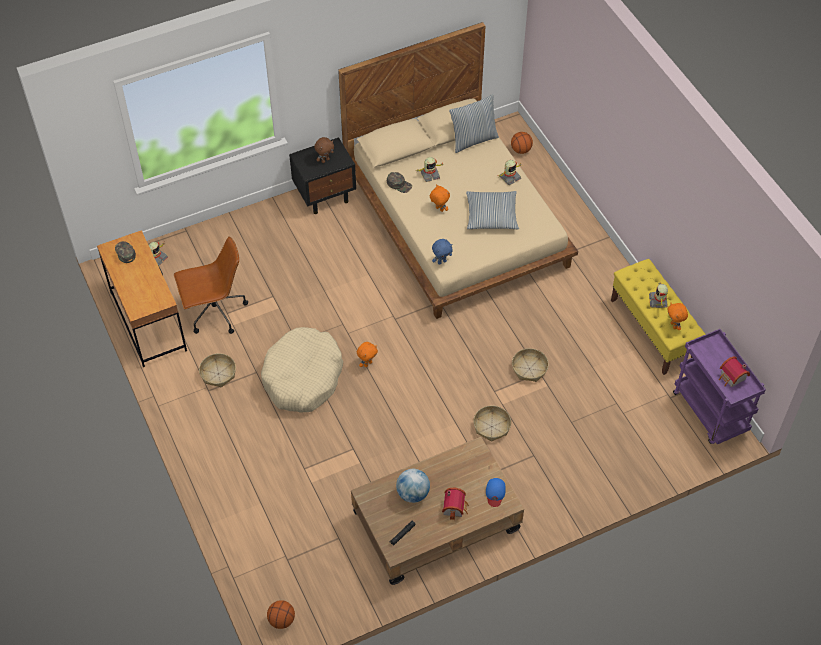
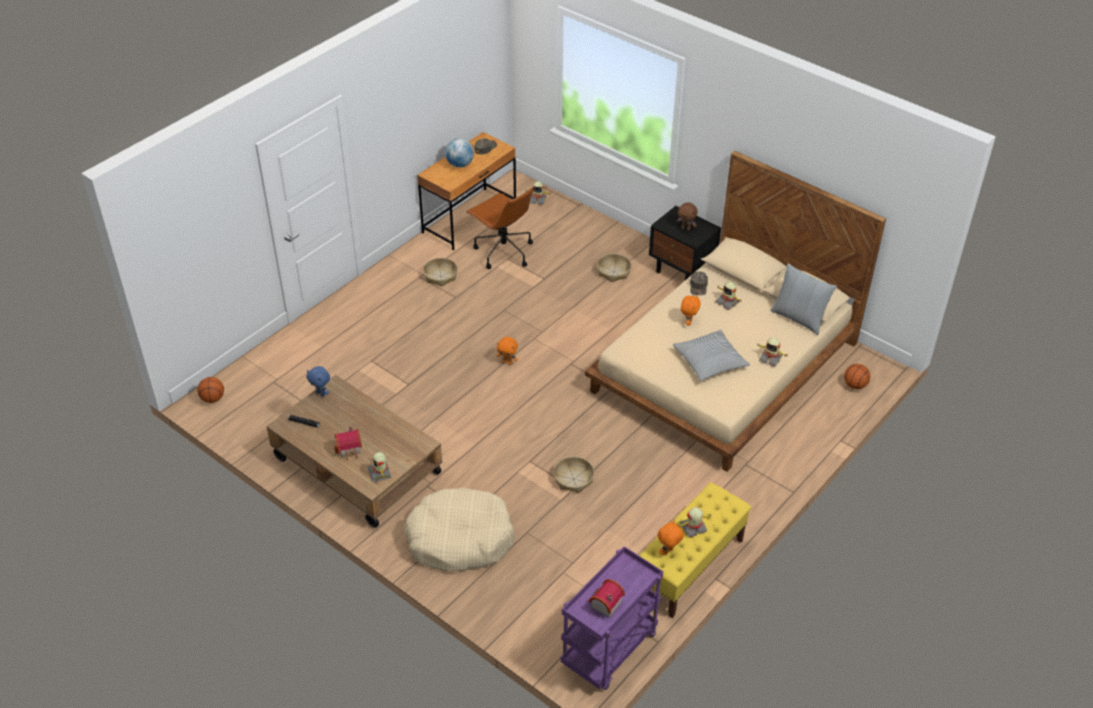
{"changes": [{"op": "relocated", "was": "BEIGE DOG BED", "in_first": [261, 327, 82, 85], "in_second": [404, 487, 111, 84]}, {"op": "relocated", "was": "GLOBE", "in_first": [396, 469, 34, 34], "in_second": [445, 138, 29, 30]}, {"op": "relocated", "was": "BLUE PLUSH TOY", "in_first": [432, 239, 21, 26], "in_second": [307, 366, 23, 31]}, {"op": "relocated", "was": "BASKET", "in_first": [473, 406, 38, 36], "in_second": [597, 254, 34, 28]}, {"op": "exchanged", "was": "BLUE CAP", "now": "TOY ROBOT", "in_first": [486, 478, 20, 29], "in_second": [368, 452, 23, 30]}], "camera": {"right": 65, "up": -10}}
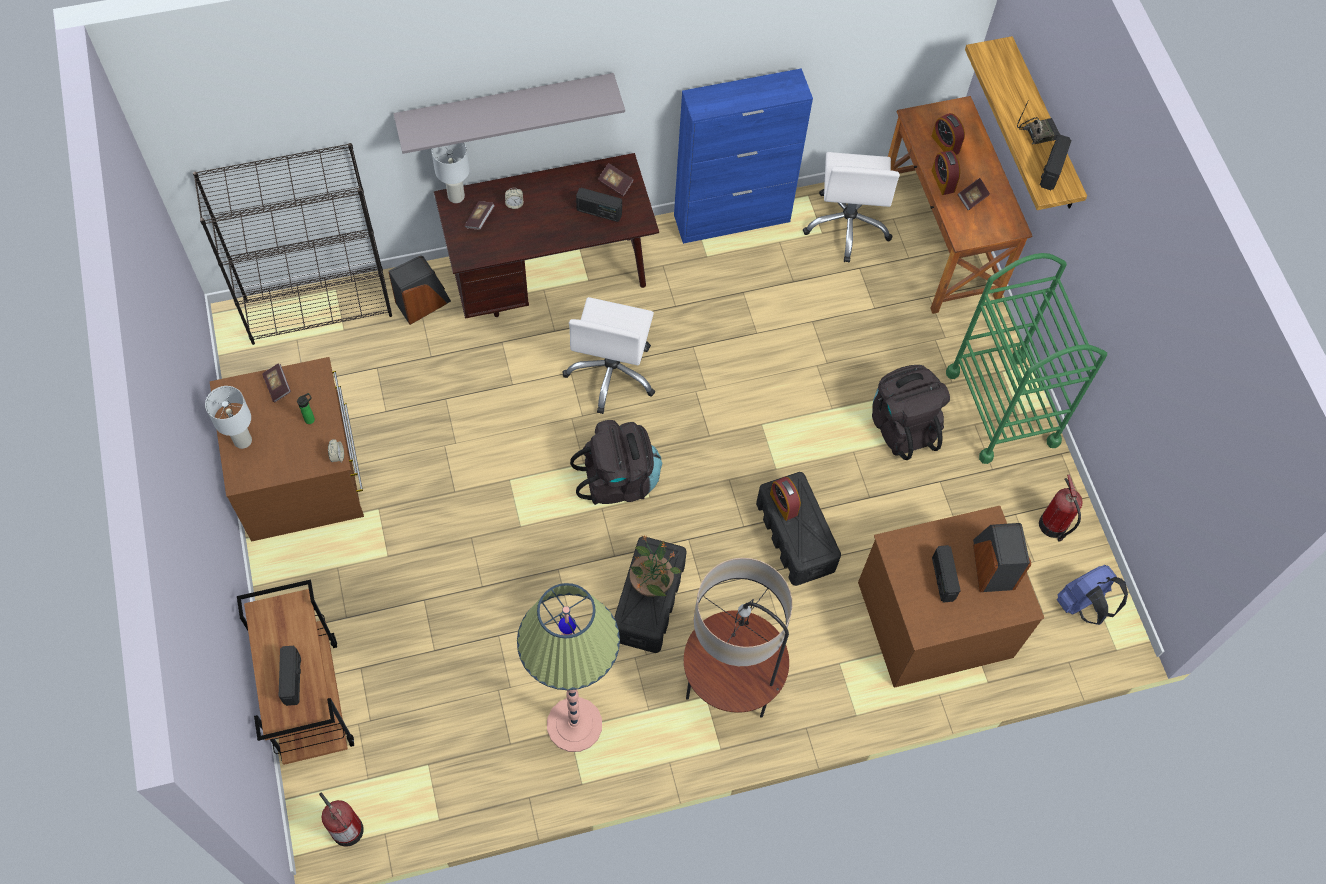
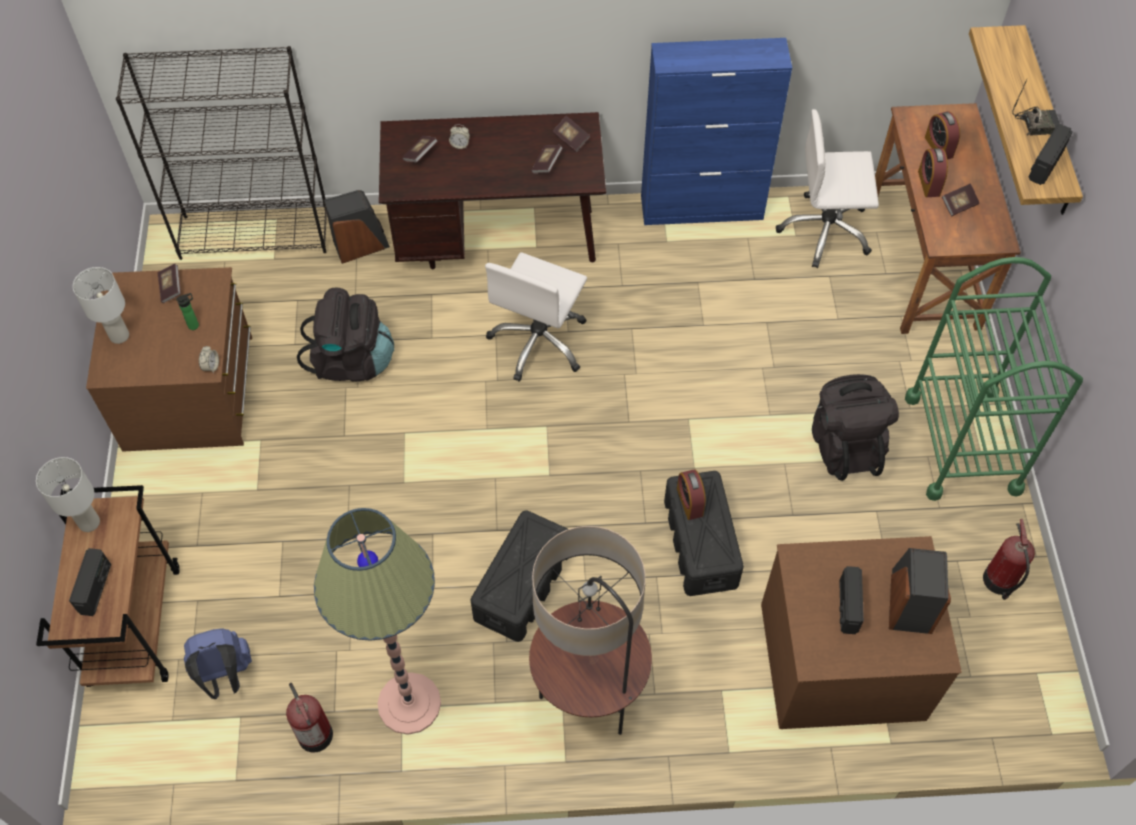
{"changes": [{"op": "missing", "was": "GREY SHELF", "in_first": [393, 73, 232, 81]}, {"op": "missing", "was": "POTTED PLANT", "in_first": [630, 535, 51, 62]}, {"op": "relocated", "was": "FIRE EXTINGUISHER", "in_first": [319, 793, 45, 54], "in_second": [286, 683, 47, 70]}, {"op": "relocated", "was": "WHITE TABLE LAMP", "in_first": [432, 142, 38, 61], "in_second": [36, 457, 64, 75]}, {"op": "relocated", "was": "BLACK BACKPACK", "in_first": [570, 420, 92, 85], "in_second": [297, 288, 97, 94]}, {"op": "relocated", "was": "BLUE BACKPACK", "in_first": [1056, 565, 72, 60], "in_second": [184, 628, 68, 71]}, {"op": "exchanged", "was": "RADIO", "now": "BOOK", "in_first": [576, 188, 46, 34], "in_second": [531, 145, 32, 28]}, {"op": "spun", "was": "WHITE OFFICE CHAIR", "in_first": [803, 152, 97, 111], "in_second": [776, 109, 103, 159], "clockwise": 75}], "camera": {"right": 15, "up": -5}}
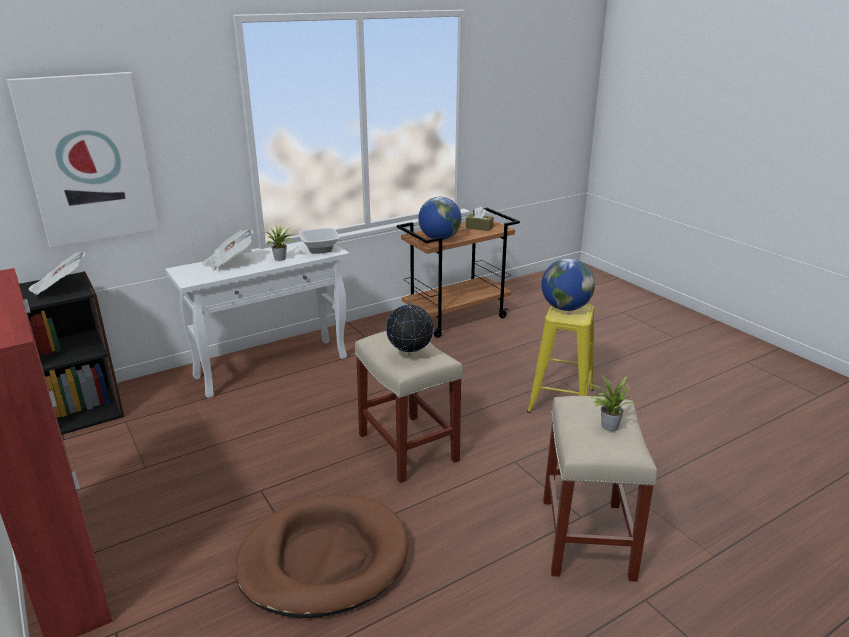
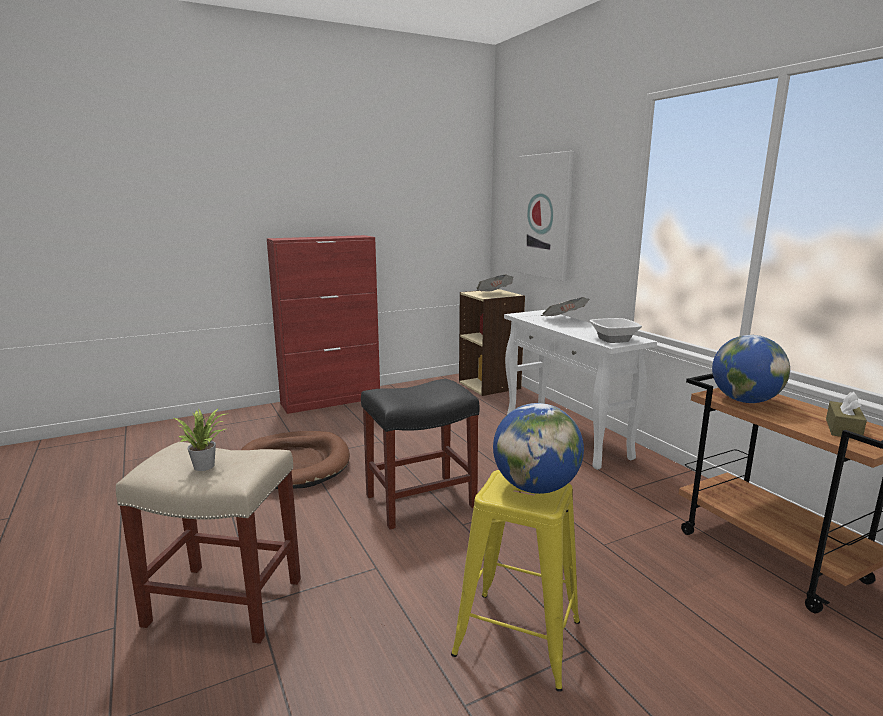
{"changes": [{"op": "missing", "was": "POTTED PLANT", "in_first": [262, 225, 31, 36]}, {"op": "missing", "was": "GLOBE", "in_first": [386, 301, 48, 55]}, {"op": "colour", "was": "BLACK BOOKCASE", "now": "BEIGE BOOKCASE", "in_first": [19, 271, 105, 164], "in_second": [459, 289, 66, 107]}, {"op": "colour", "was": "BEIGE STOOL", "now": "BLACK STOOL", "in_first": [355, 331, 108, 152], "in_second": [361, 379, 118, 150]}], "camera": {"right": 95, "up": -10}}
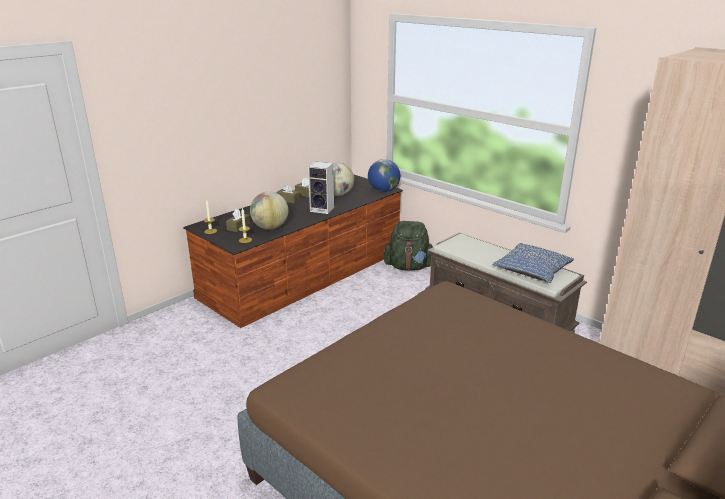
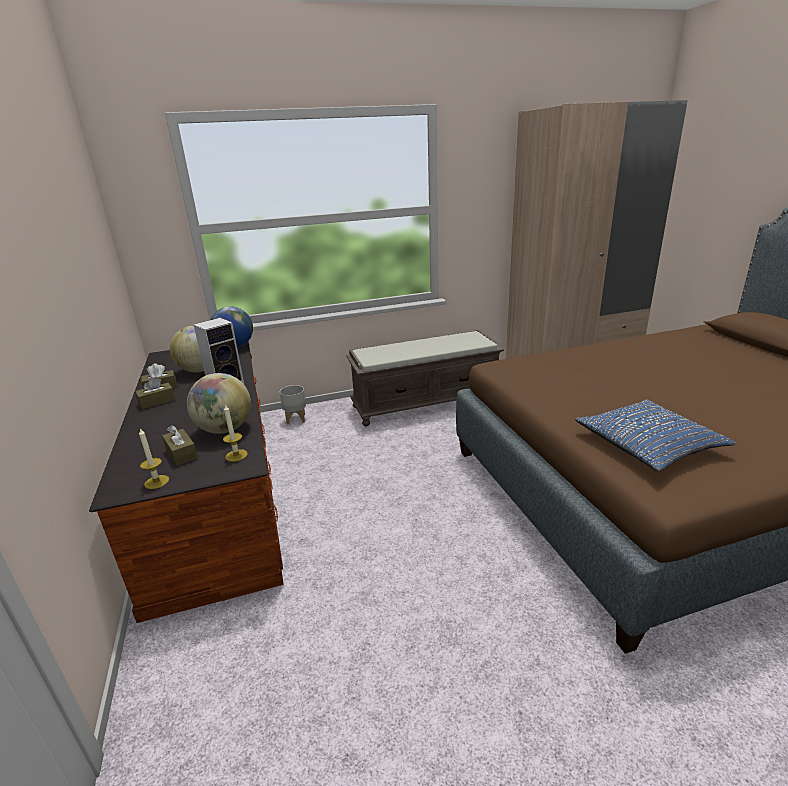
{"changes": [{"op": "relocated", "was": "BLUE PILLOW", "in_first": [493, 243, 81, 40], "in_second": [575, 399, 161, 72]}, {"op": "exchanged", "was": "GREEN BACKPACK", "now": "GREY PLANTER", "in_first": [384, 221, 49, 50], "in_second": [280, 385, 26, 39]}], "camera": {"right": -60, "up": 0}}
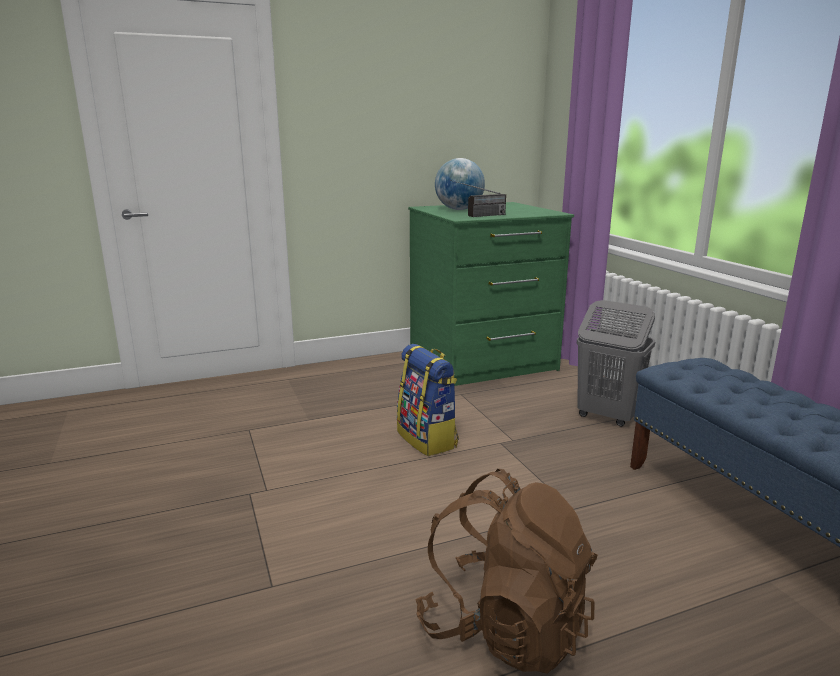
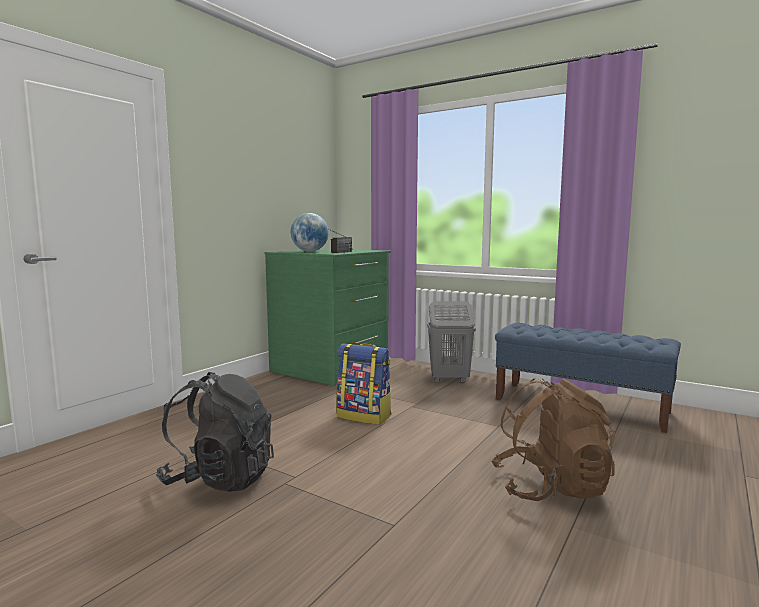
{"changes": [{"op": "appeared", "now": "BLACK BACKPACK", "in_second": [156, 372, 118, 120]}], "camera": {"right": -35, "up": -10}}
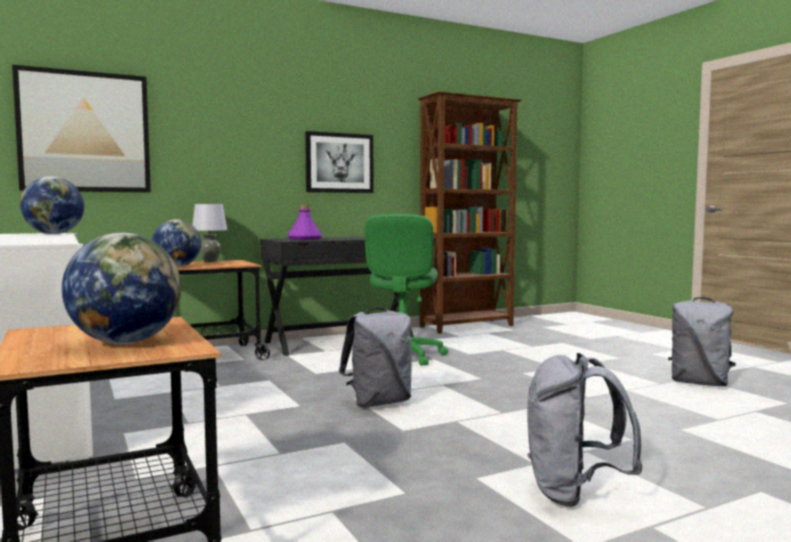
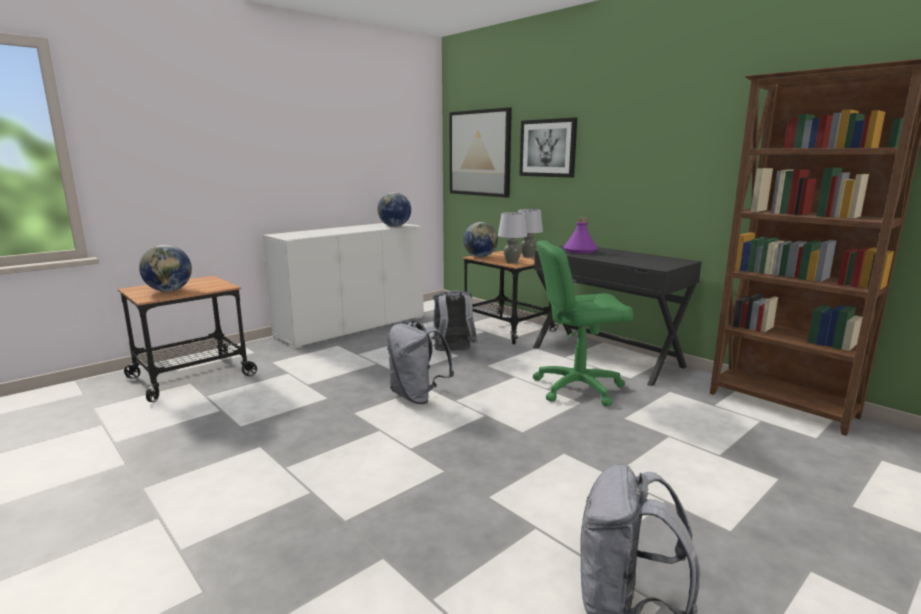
{"changes": [{"op": "appeared", "now": "GREY TABLE LAMP", "in_second": [498, 212, 30, 52]}, {"op": "relocated", "was": "PICTURE", "in_first": [305, 131, 69, 62], "in_second": [519, 118, 58, 60]}, {"op": "relocated", "was": "GREY BACKPACK", "in_first": [527, 353, 116, 154], "in_second": [431, 290, 46, 61]}], "camera": {"right": 75, "up": 10}}
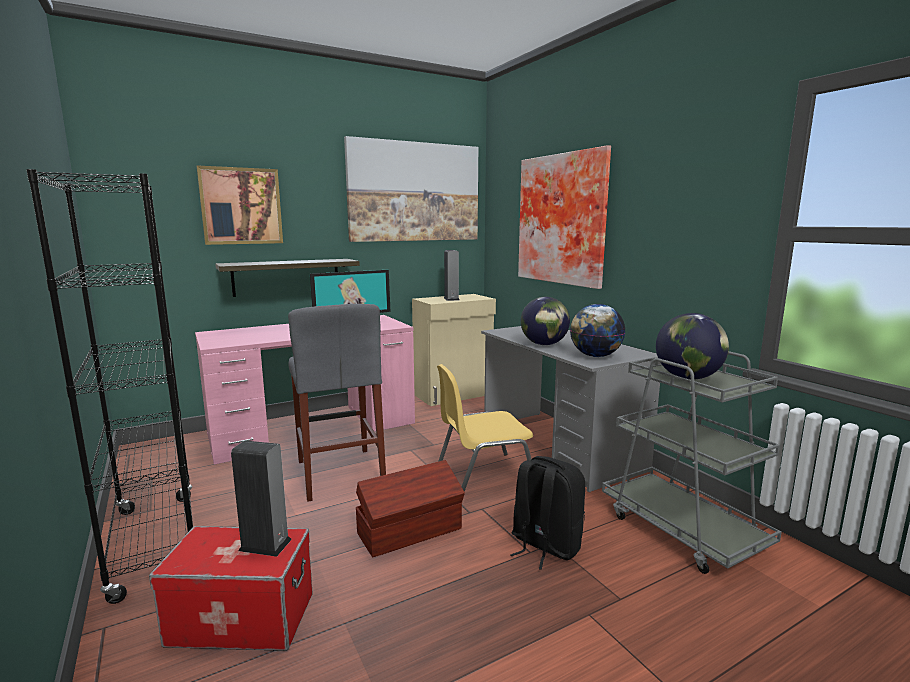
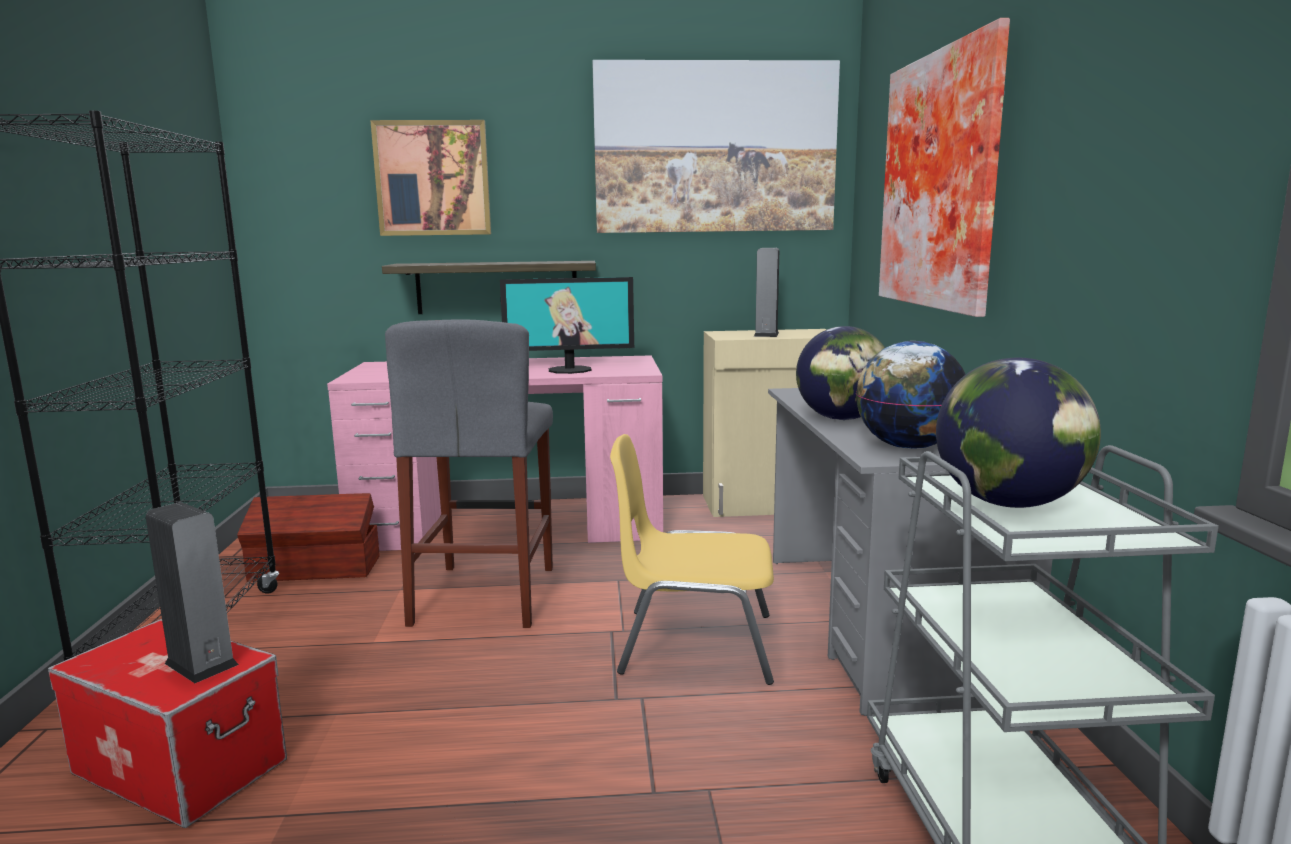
{"changes": [{"op": "missing", "was": "BLACK BACKPACK", "in_first": [510, 456, 75, 114]}, {"op": "relocated", "was": "BROWN STORAGE BOX", "in_first": [355, 460, 110, 97], "in_second": [237, 493, 143, 89]}], "camera": {"right": 25, "up": 0}}
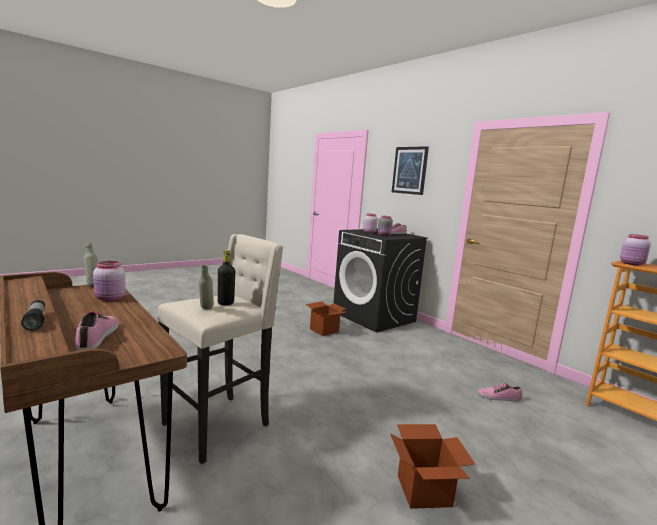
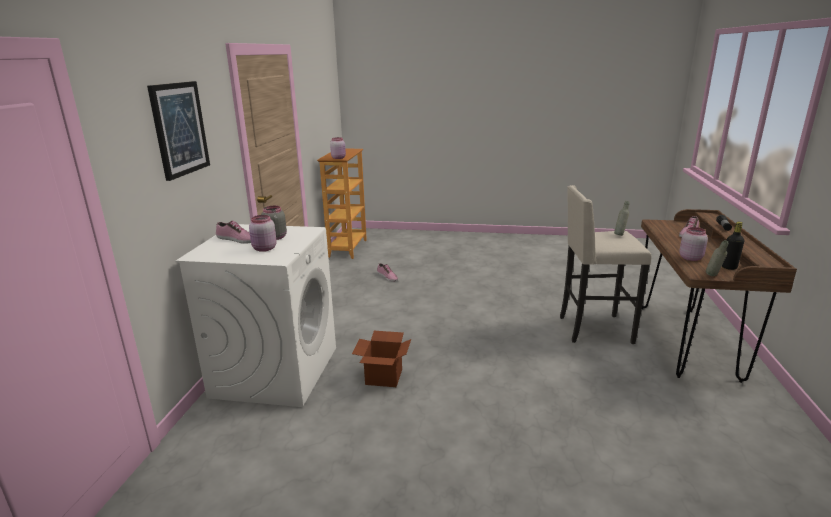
{"changes": [{"op": "missing", "was": "CARDBOARD BOX", "in_first": [390, 424, 85, 85]}, {"op": "relocated", "was": "BLACK BOTTLE", "in_first": [218, 250, 17, 55], "in_second": [722, 222, 22, 48]}, {"op": "colour", "was": "BLACK WASHING MACHINE", "now": "WHITE WASHING MACHINE", "in_first": [333, 229, 95, 104], "in_second": [176, 224, 160, 183]}], "camera": {"right": -130, "up": 10}}
